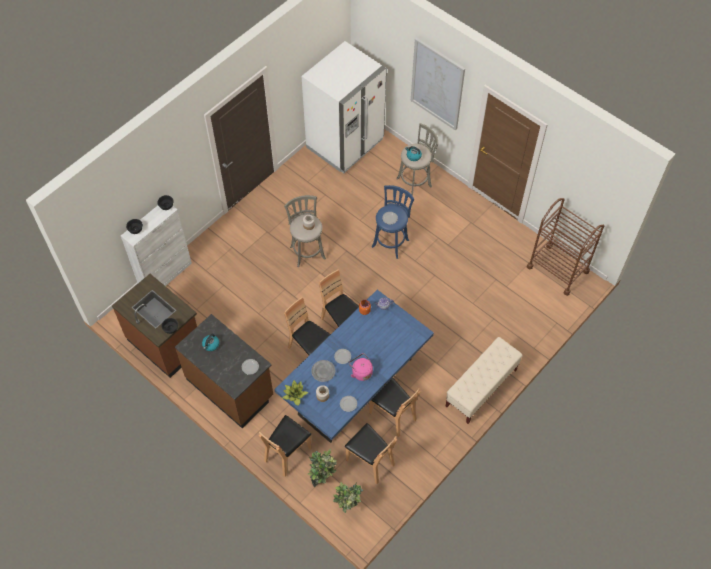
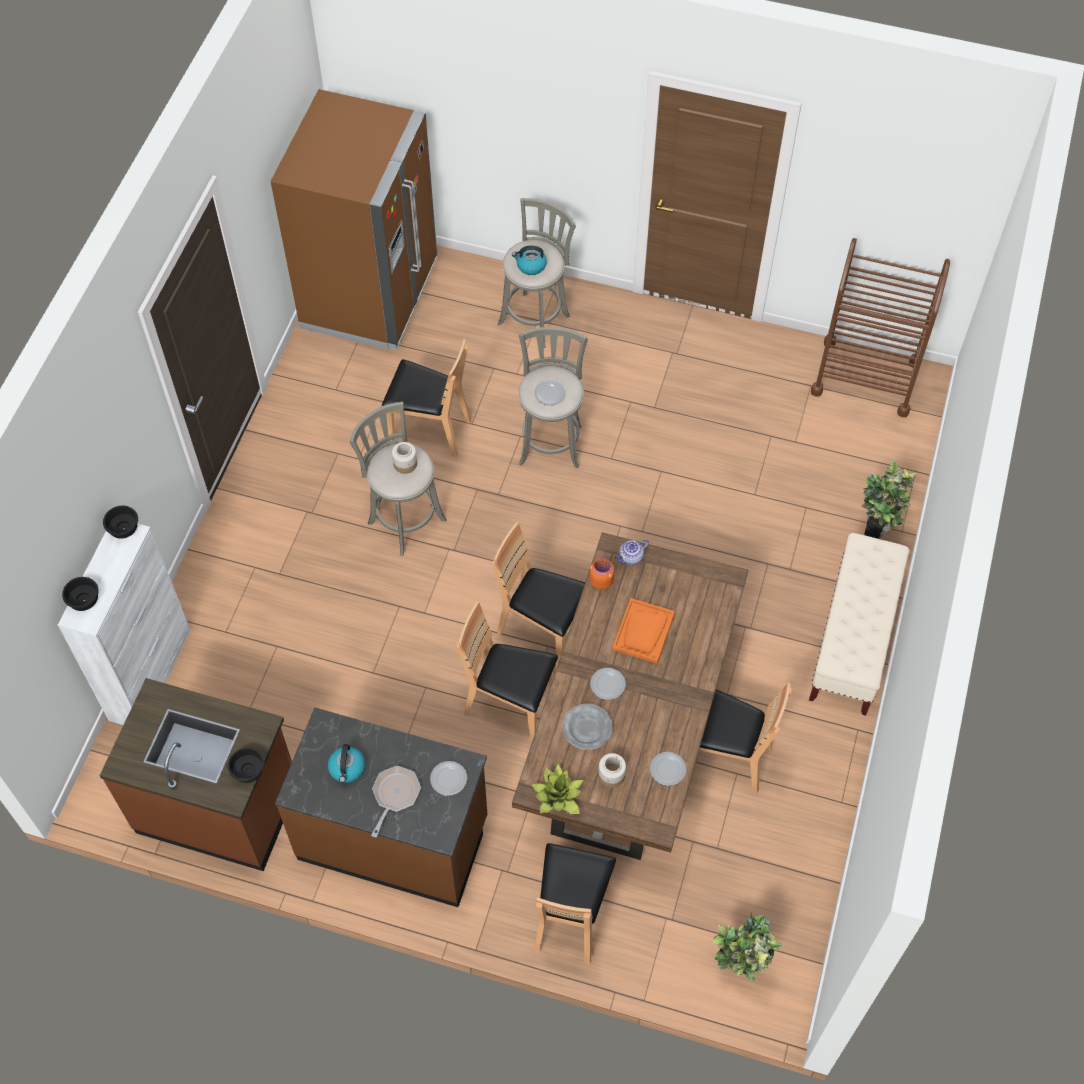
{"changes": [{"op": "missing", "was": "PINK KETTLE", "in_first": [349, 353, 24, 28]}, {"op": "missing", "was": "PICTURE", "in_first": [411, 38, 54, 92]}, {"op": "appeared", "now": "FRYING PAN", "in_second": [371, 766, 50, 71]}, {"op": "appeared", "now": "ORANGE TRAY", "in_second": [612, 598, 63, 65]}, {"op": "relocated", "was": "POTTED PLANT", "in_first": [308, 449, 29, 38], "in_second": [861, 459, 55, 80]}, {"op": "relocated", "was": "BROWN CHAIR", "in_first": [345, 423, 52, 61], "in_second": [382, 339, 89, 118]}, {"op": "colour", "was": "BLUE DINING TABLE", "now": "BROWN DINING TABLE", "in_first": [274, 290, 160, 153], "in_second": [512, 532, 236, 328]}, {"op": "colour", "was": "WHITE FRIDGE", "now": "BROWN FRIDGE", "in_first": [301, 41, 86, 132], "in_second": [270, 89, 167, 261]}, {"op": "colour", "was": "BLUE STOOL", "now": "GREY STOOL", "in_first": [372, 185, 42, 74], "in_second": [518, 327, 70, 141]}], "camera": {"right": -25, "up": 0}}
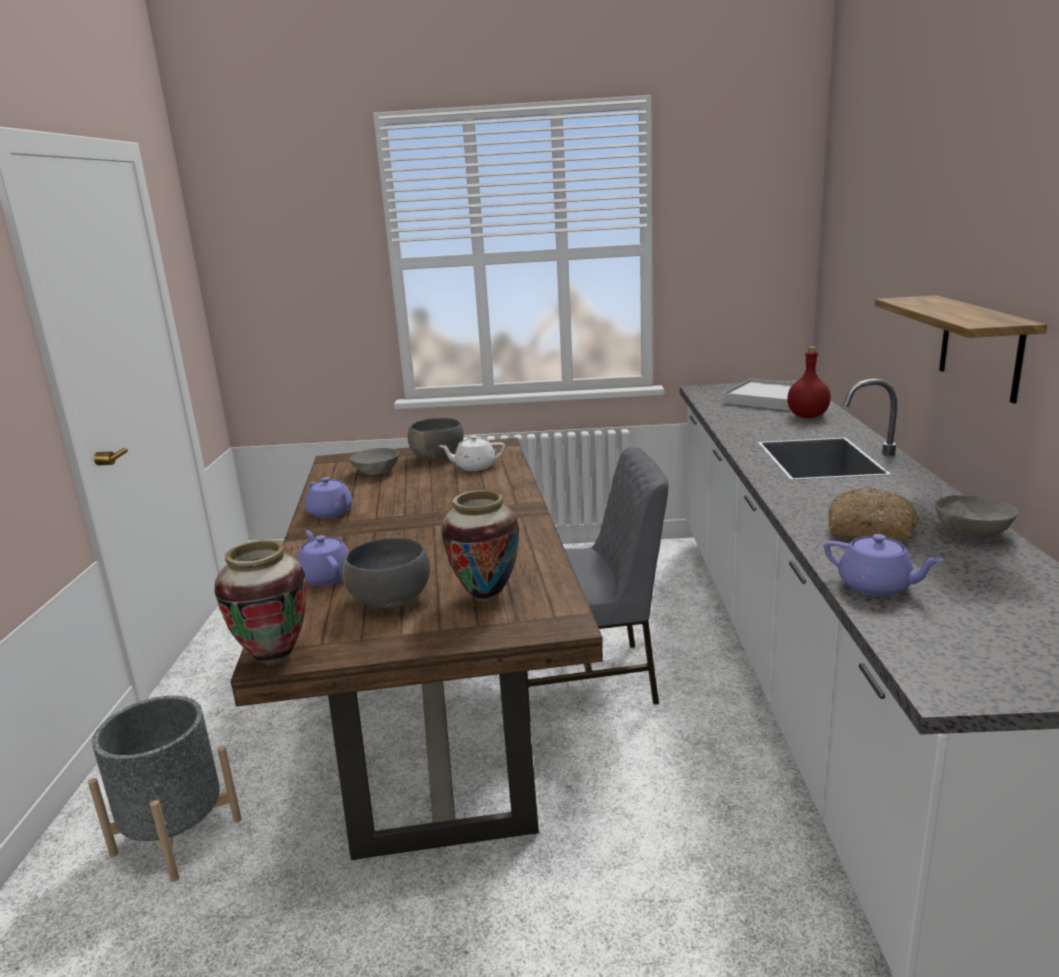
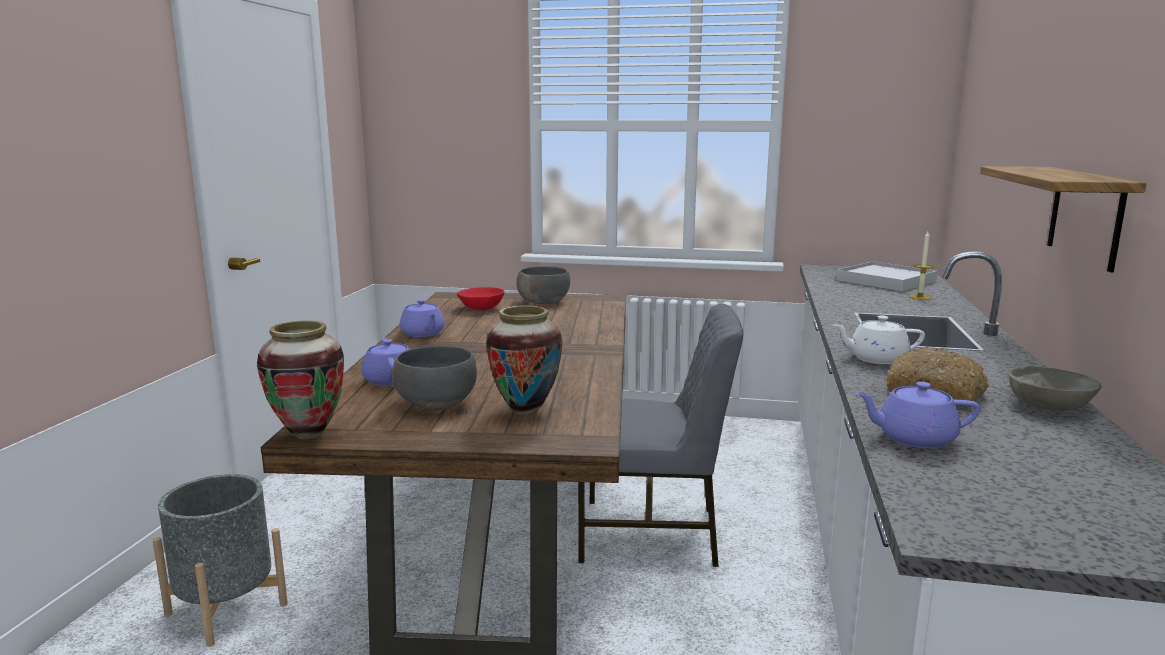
{"changes": [{"op": "relocated", "was": "WHITE TEAPOT", "in_first": [439, 435, 66, 36], "in_second": [833, 316, 92, 48]}, {"op": "exchanged", "was": "RED BOTTLE", "now": "CANDLE", "in_first": [787, 346, 44, 72], "in_second": [909, 231, 24, 69]}, {"op": "colour", "was": "GREY BOWL", "now": "RED BOWL", "in_first": [349, 448, 50, 27], "in_second": [457, 287, 47, 23]}, {"op": "spun", "was": "PURPLE TEAPOT", "in_first": [824, 534, 119, 62], "in_second": [855, 382, 125, 66], "clockwise": 135}], "camera": {"right": 10, "up": -5}}
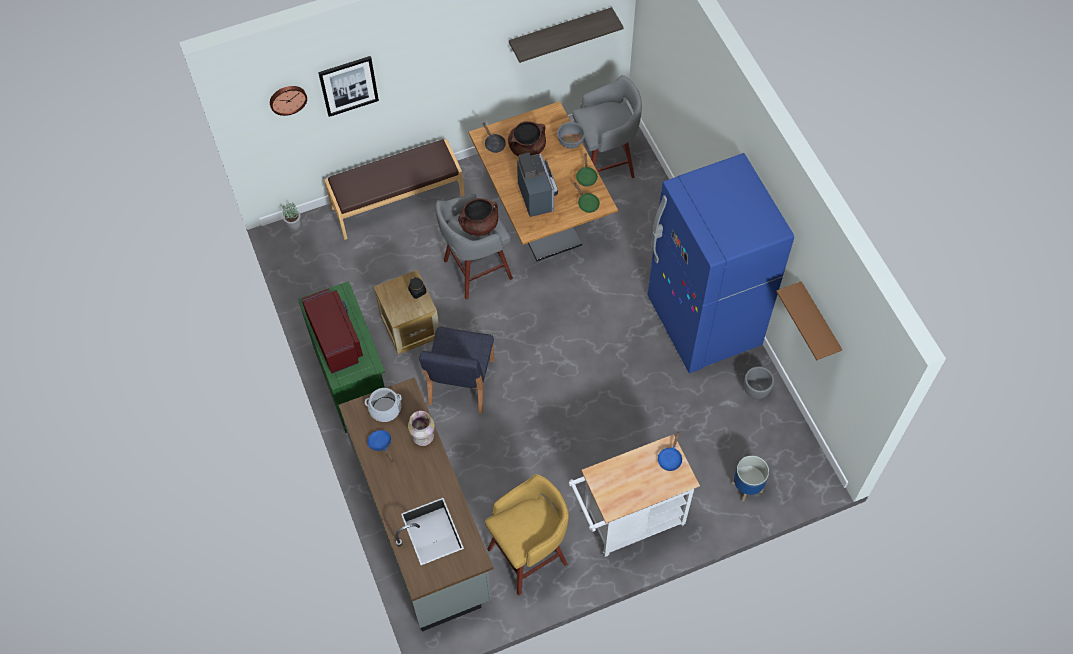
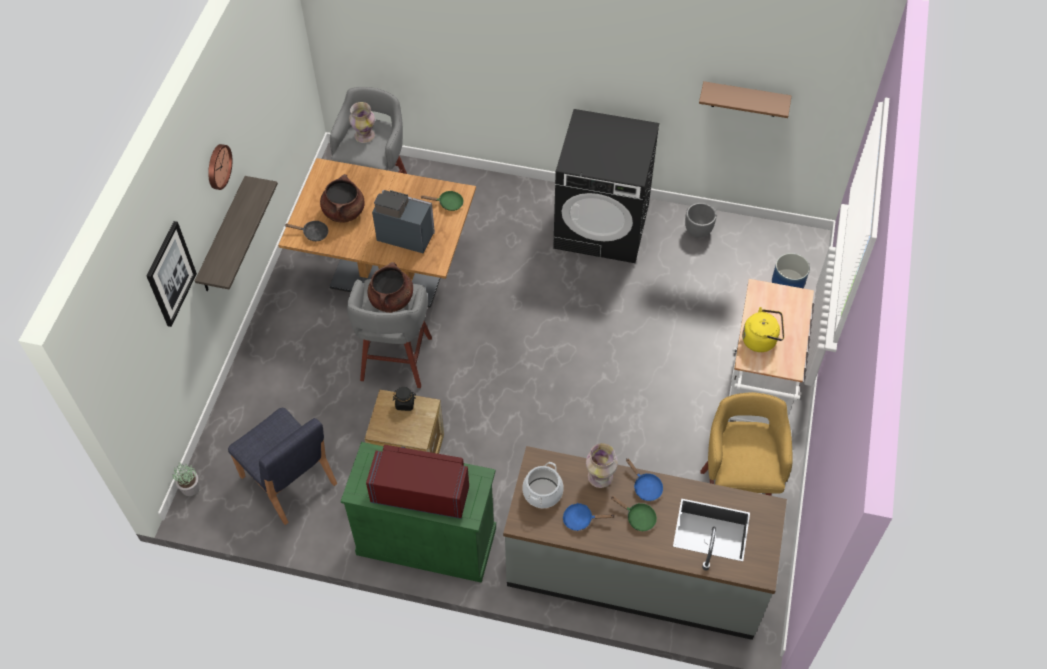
{"changes": [{"op": "missing", "was": "BROWN BENCH", "in_first": [324, 139, 141, 101]}, {"op": "missing", "was": "GREY BOWL", "in_first": [557, 122, 28, 27]}, {"op": "appeared", "now": "VASE", "in_second": [349, 102, 26, 41]}, {"op": "appeared", "now": "YELLOW KETTLE", "in_second": [742, 307, 42, 45]}, {"op": "relocated", "was": "WALL CLOCK", "in_first": [270, 86, 37, 30], "in_second": [208, 144, 24, 46]}, {"op": "relocated", "was": "BLUE CHAIR", "in_first": [419, 327, 75, 87], "in_second": [228, 407, 109, 118]}, {"op": "relocated", "was": "SHELF", "in_first": [509, 7, 115, 56], "in_second": [195, 176, 83, 115]}, {"op": "relocated", "was": "GREEN FRYING PAN", "in_first": [576, 153, 22, 33], "in_second": [611, 496, 46, 35]}, {"op": "relocated", "was": "BLUE FRYING PAN", "in_first": [658, 432, 24, 39], "in_second": [626, 458, 37, 43]}, {"op": "exchanged", "was": "BLUE FRIDGE", "now": "BLACK WASHING MACHINE", "in_first": [648, 153, 146, 220], "in_second": [553, 109, 106, 154]}], "camera": {"right": -55, "up": -5}}
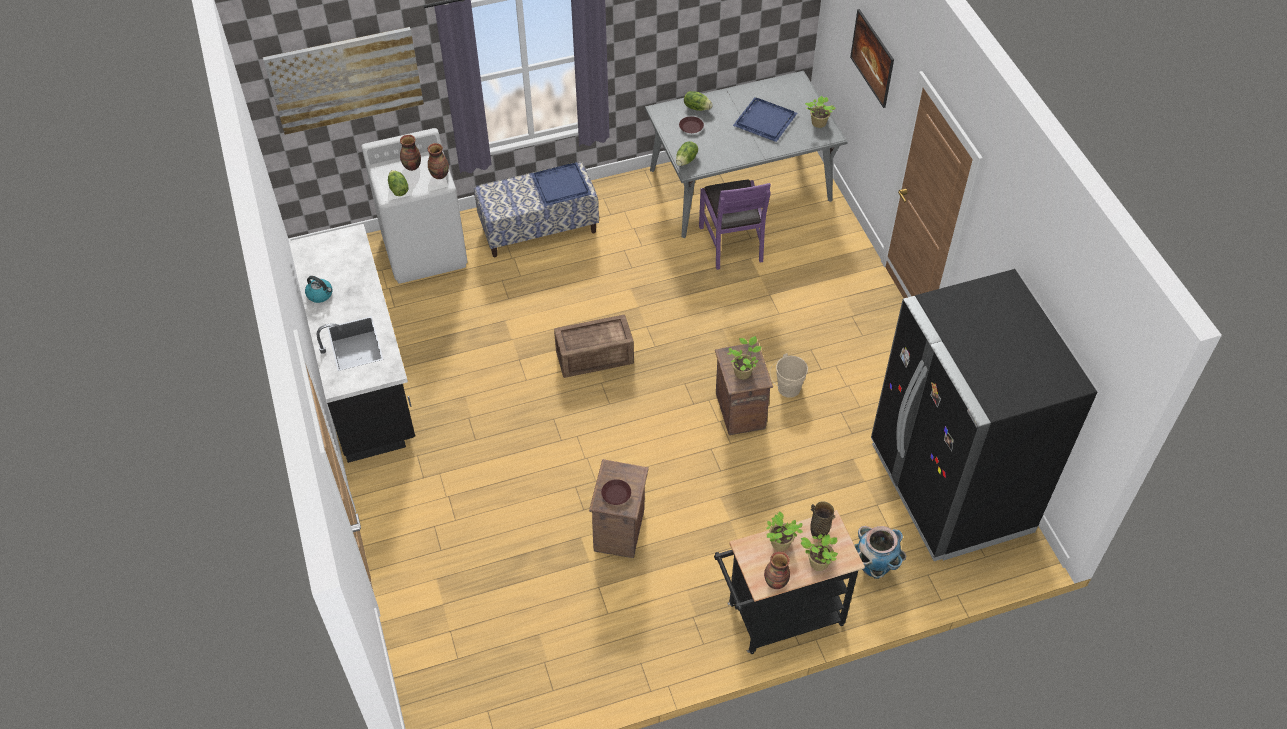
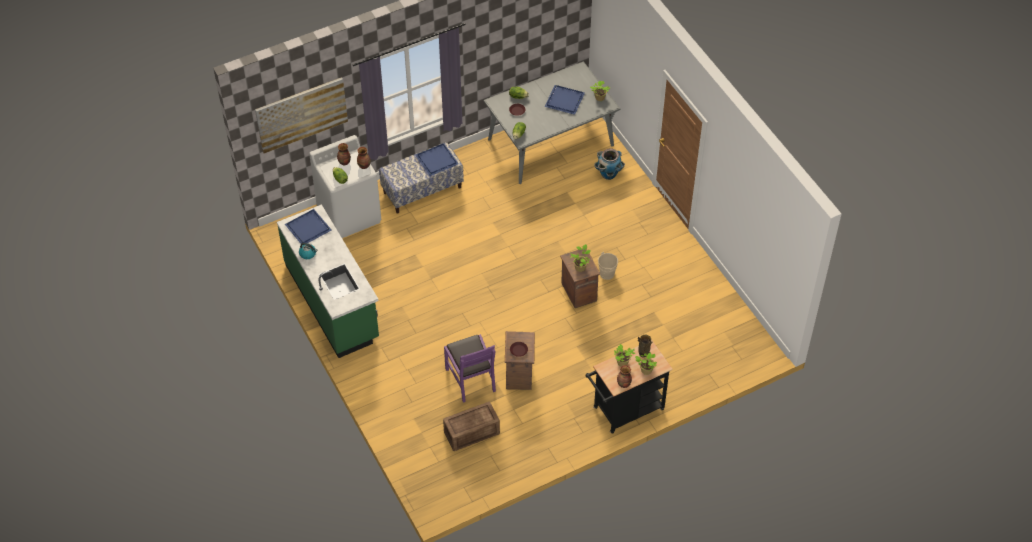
{"changes": [{"op": "missing", "was": "PICTURE", "in_first": [850, 9, 44, 99]}, {"op": "missing", "was": "BLACK FRIDGE", "in_first": [871, 269, 226, 292]}, {"op": "appeared", "now": "BLUE TRAY", "in_second": [285, 209, 46, 35]}, {"op": "relocated", "was": "CRATE", "in_first": [554, 315, 80, 63], "in_second": [443, 402, 57, 49]}, {"op": "relocated", "was": "PURPLE CHAIR", "in_first": [699, 180, 72, 90], "in_second": [444, 334, 52, 69]}, {"op": "relocated", "was": "PLANTER", "in_first": [854, 526, 52, 53], "in_second": [594, 148, 31, 32]}, {"op": "colour", "was": "BLACK COUNTER", "now": "GREEN COUNTER", "in_first": [289, 224, 126, 239], "in_second": [277, 204, 102, 154]}], "camera": {"right": -10, "up": 0}}
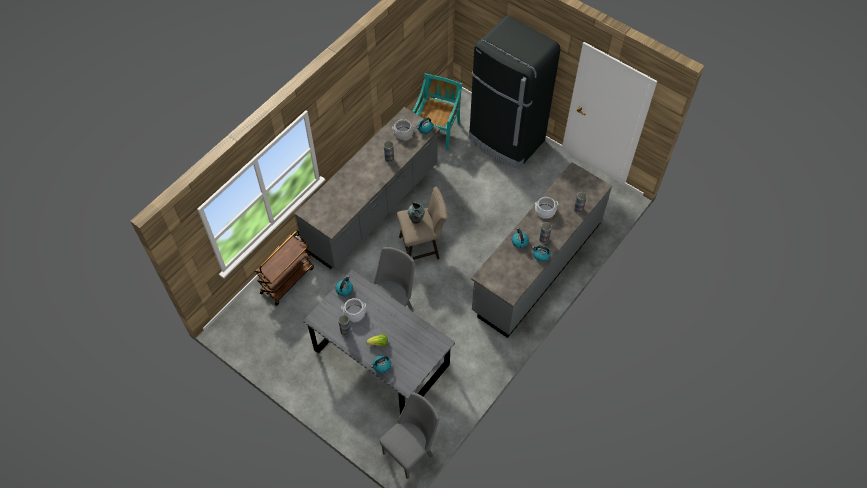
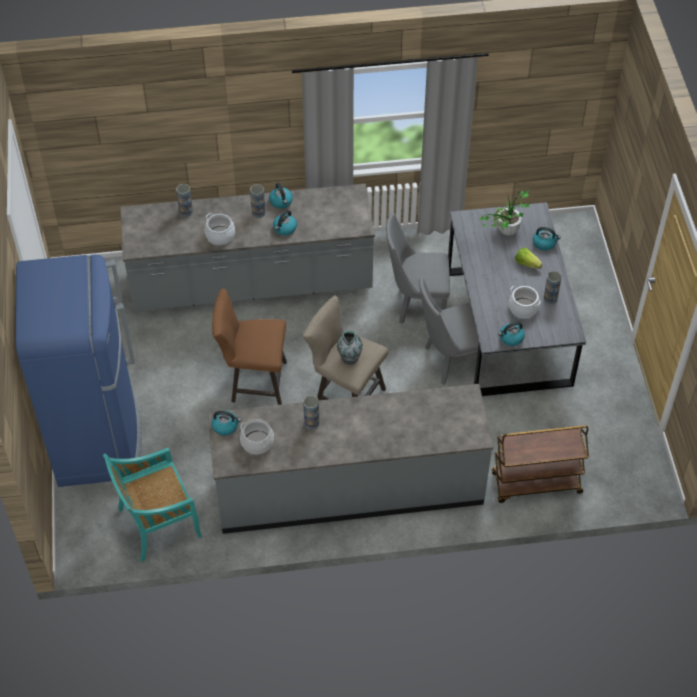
{"changes": [{"op": "appeared", "now": "BROWN STOOL", "in_second": [212, 288, 75, 117]}, {"op": "appeared", "now": "POTTED PLANT", "in_second": [480, 190, 50, 45]}, {"op": "relocated", "was": "GREY CHAIR", "in_first": [379, 392, 61, 87], "in_second": [386, 212, 64, 112]}, {"op": "colour", "was": "BLACK FRIDGE", "now": "BLUE FRIDGE", "in_first": [469, 16, 91, 153], "in_second": [15, 254, 127, 233]}], "camera": {"right": -135, "up": -5}}
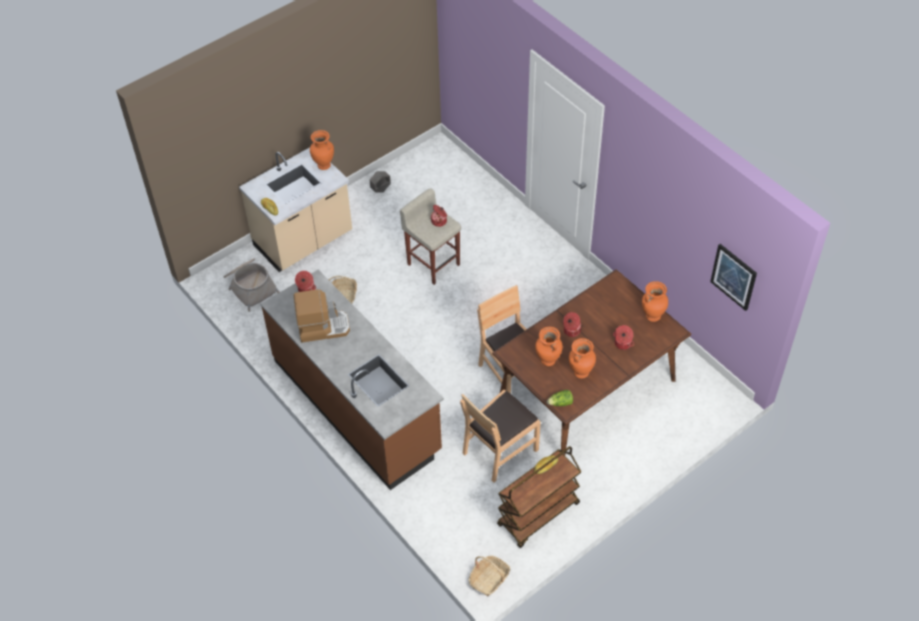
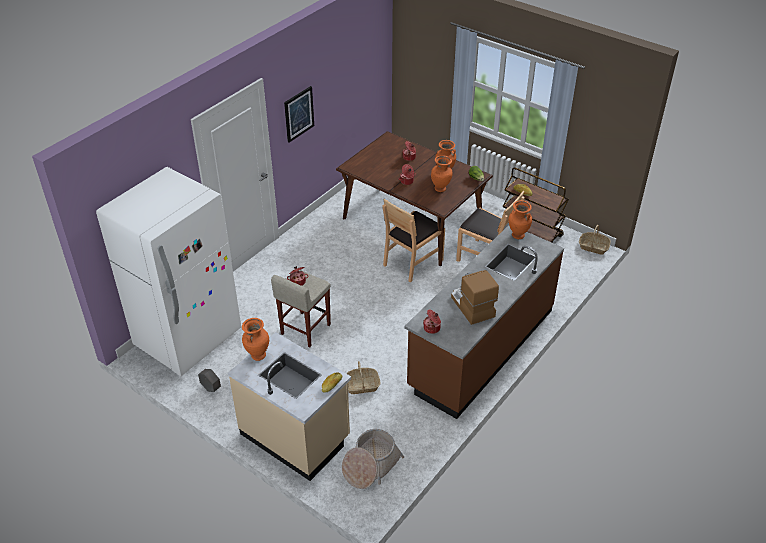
{"changes": [{"op": "appeared", "now": "WHITE FRIDGE", "in_second": [96, 167, 145, 209]}, {"op": "relocated", "was": "ORANGE VASE", "in_first": [642, 281, 26, 41], "in_second": [509, 200, 23, 39]}, {"op": "relocated", "was": "PICTURE", "in_first": [710, 244, 47, 67], "in_second": [284, 86, 30, 57]}], "camera": {"right": -105, "up": -10}}
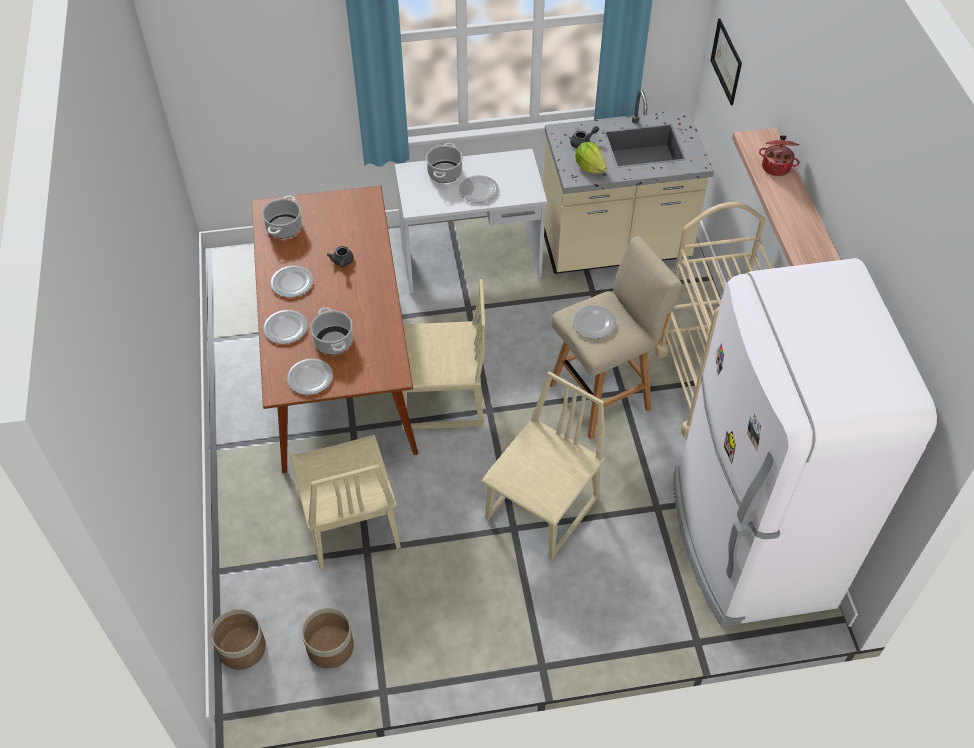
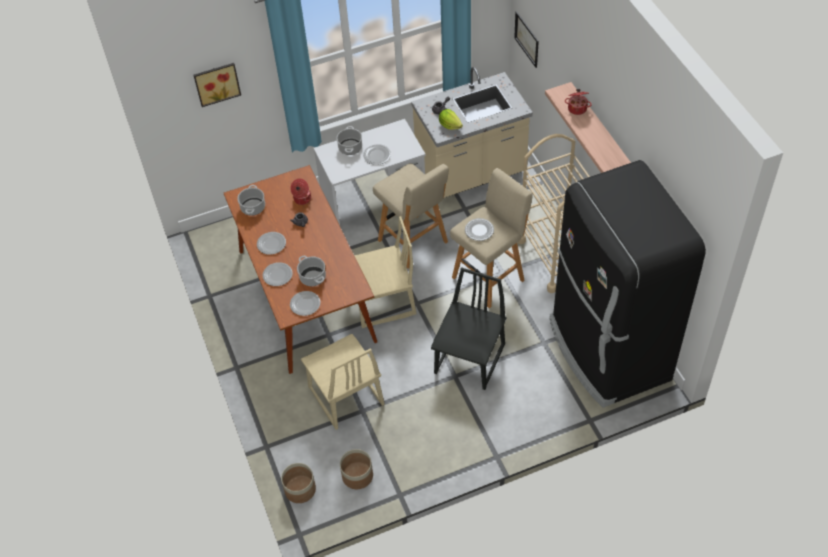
{"changes": [{"op": "appeared", "now": "PICTURE", "in_second": [194, 63, 47, 44]}, {"op": "appeared", "now": "COOKING POT", "in_second": [290, 179, 21, 26]}, {"op": "appeared", "now": "BEIGE STOOL", "in_second": [373, 163, 76, 106]}, {"op": "colour", "was": "BEIGE CHAIR", "now": "BLACK CHAIR", "in_first": [481, 371, 124, 188], "in_second": [431, 267, 76, 123]}, {"op": "colour", "was": "WHITE FRIDGE", "now": "BLACK FRIDGE", "in_first": [673, 258, 264, 369], "in_second": [549, 160, 157, 248]}], "camera": {"right": -10, "up": 0}}
